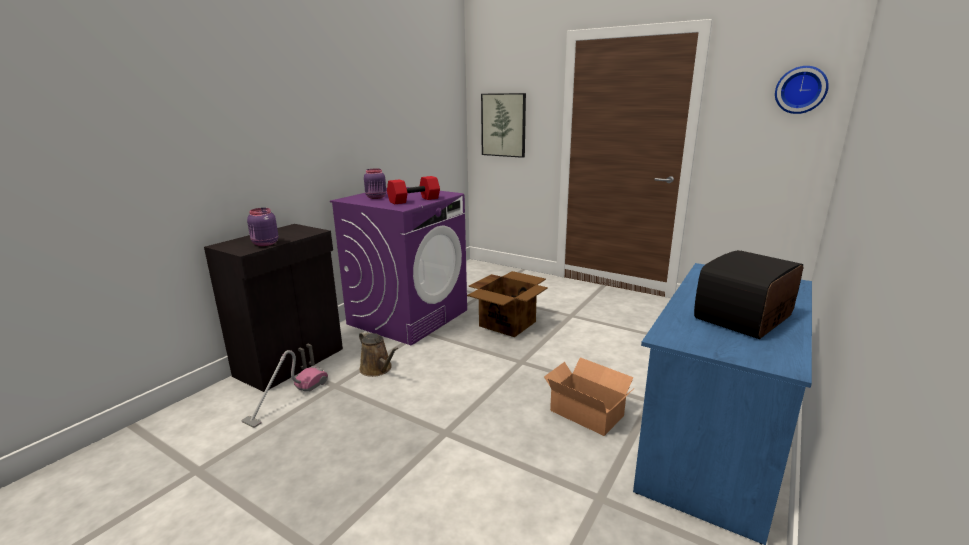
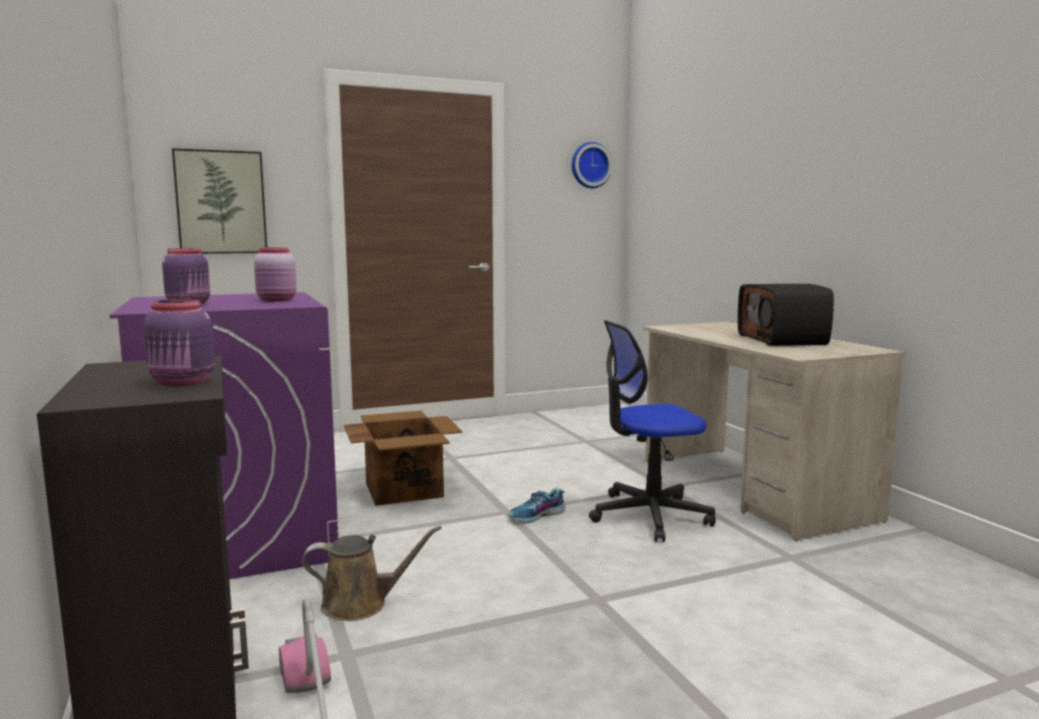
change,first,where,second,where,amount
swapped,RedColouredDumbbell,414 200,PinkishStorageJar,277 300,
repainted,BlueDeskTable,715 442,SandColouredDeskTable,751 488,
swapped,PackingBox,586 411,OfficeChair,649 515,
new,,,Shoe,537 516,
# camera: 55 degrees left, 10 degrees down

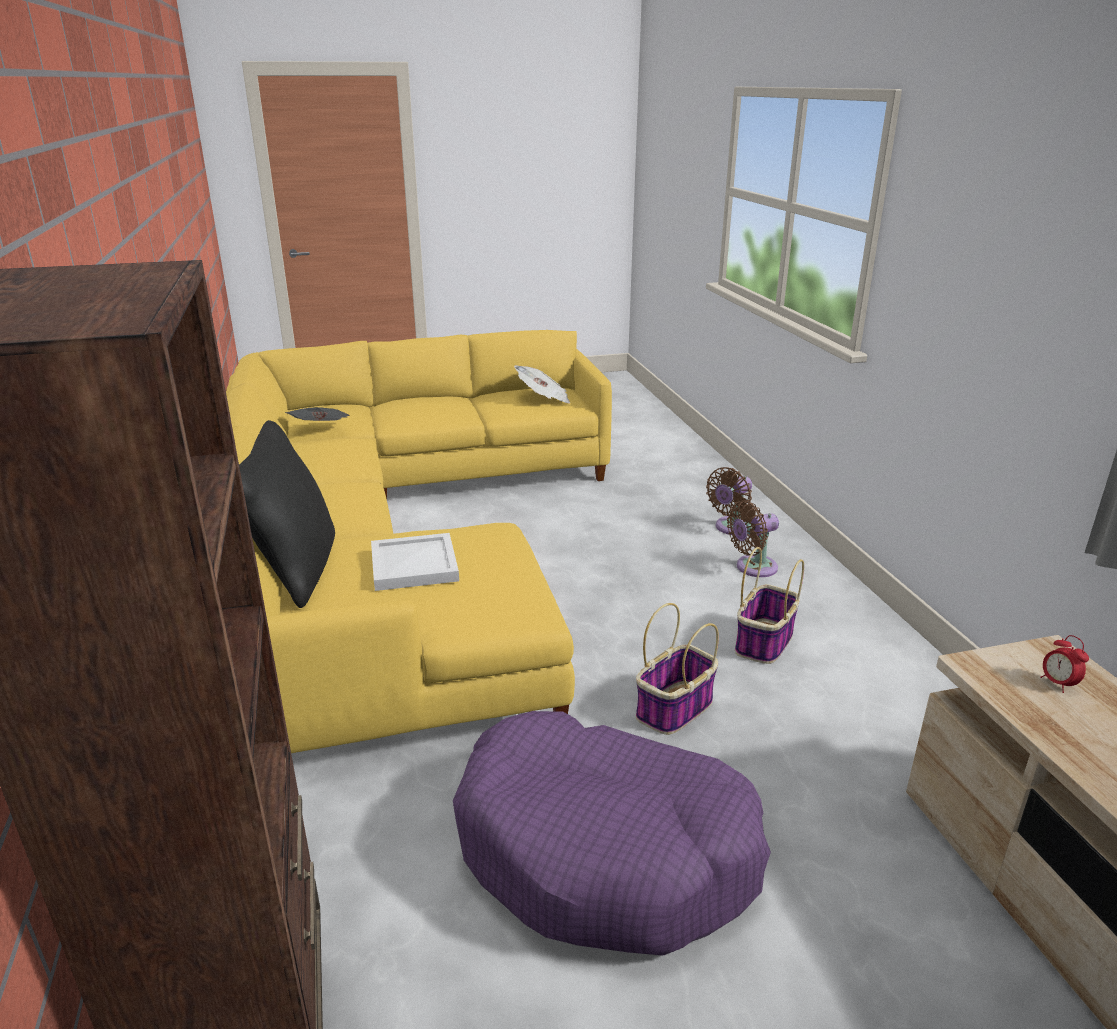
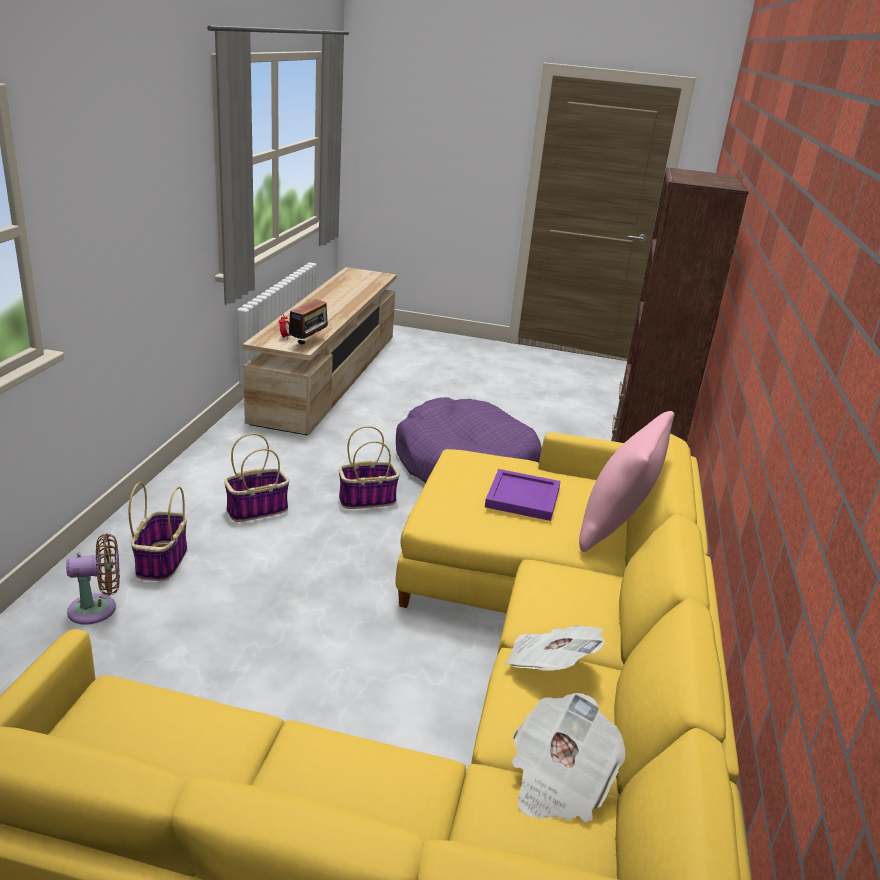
change,first,where,second,where,amount
shifted,Newspaper,543 399,,548 665,
repainted,BlackishPillow,295 571,PinkishPillow,615 529,
swapped,BrownishElectricFan,752 568,HouseholdBasket,162 561,
repainted,WhiteCarryingTray,413 566,PurplishCarryingTray,524 497,
new,,,RadioSet,309 343,
# camera: 155 degrees left, 0 degrees up

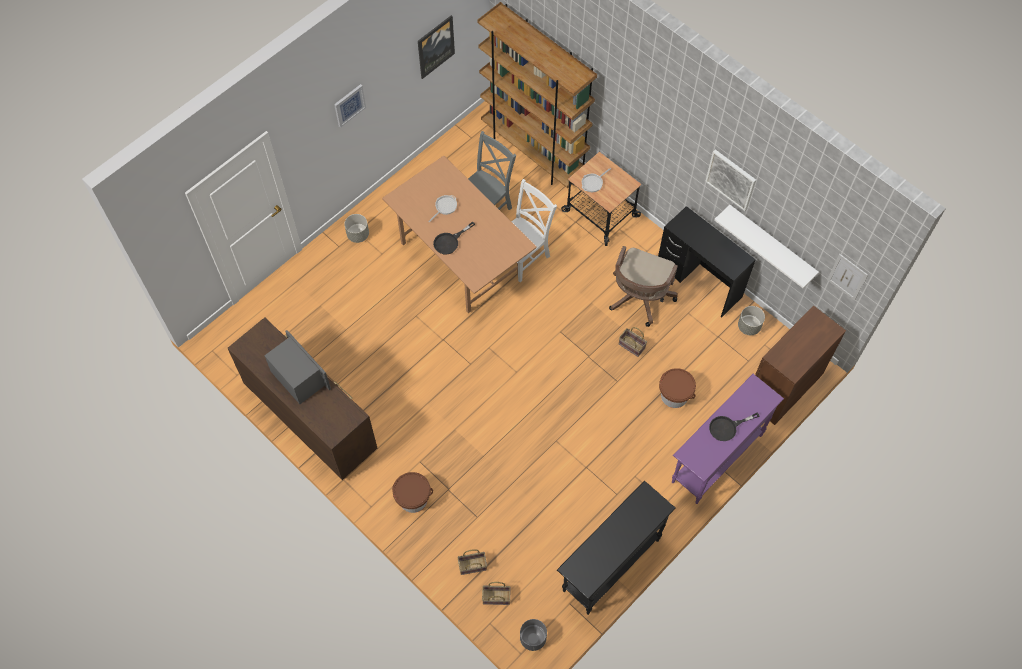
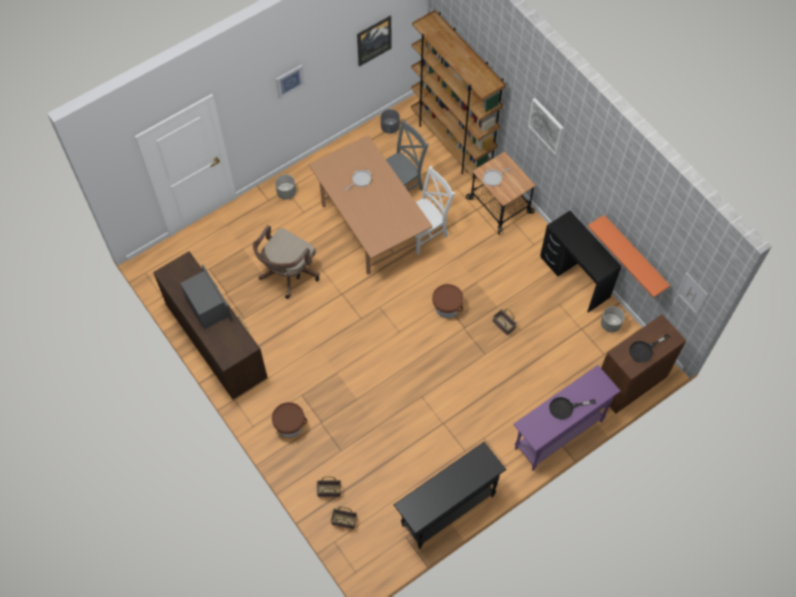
change,first,where,second,where,amount
shifted,WallPicture,731 179,,546 125,
repainted,WhiteWallShelf,771 243,OrangeColouredWallShelf,634 254,
shifted,BlackishPan,450 241,,644 350,
shifted,BrownishOfficeChair,639 299,,287 274,
shifted,BrownishWaterBucket,674 395,,447 308,
shifted,GrayPlanter,532 638,,390 127,
# camera: 10 degrees right, 0 degrees up

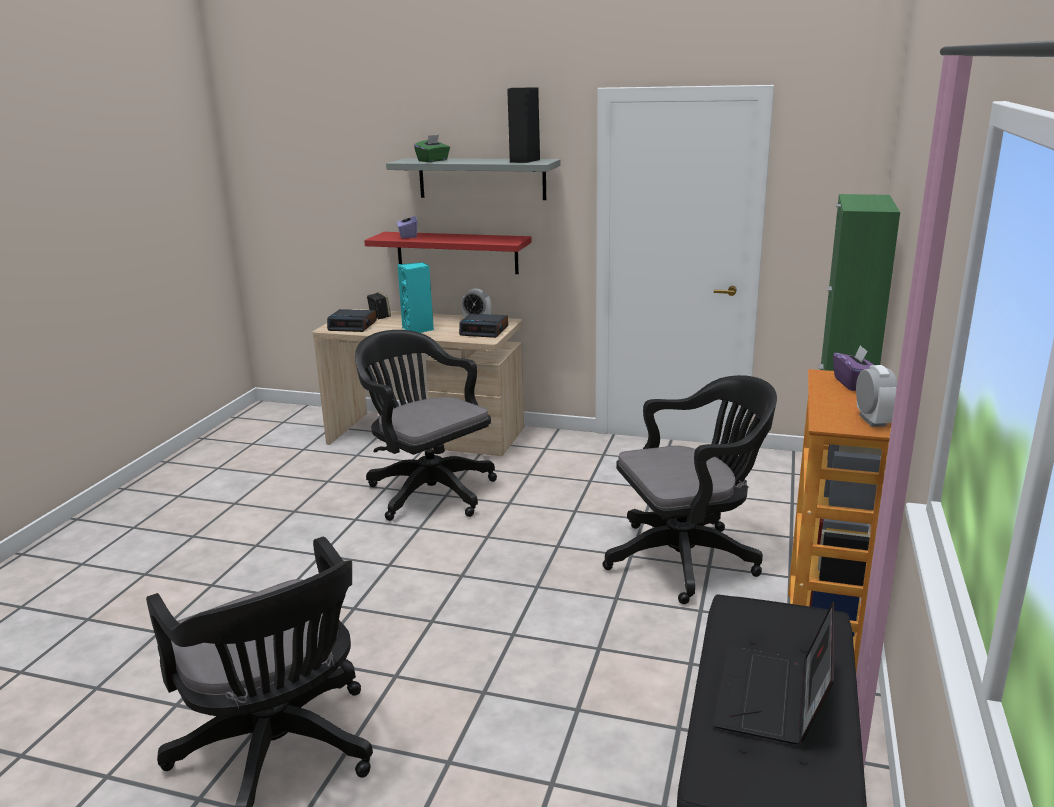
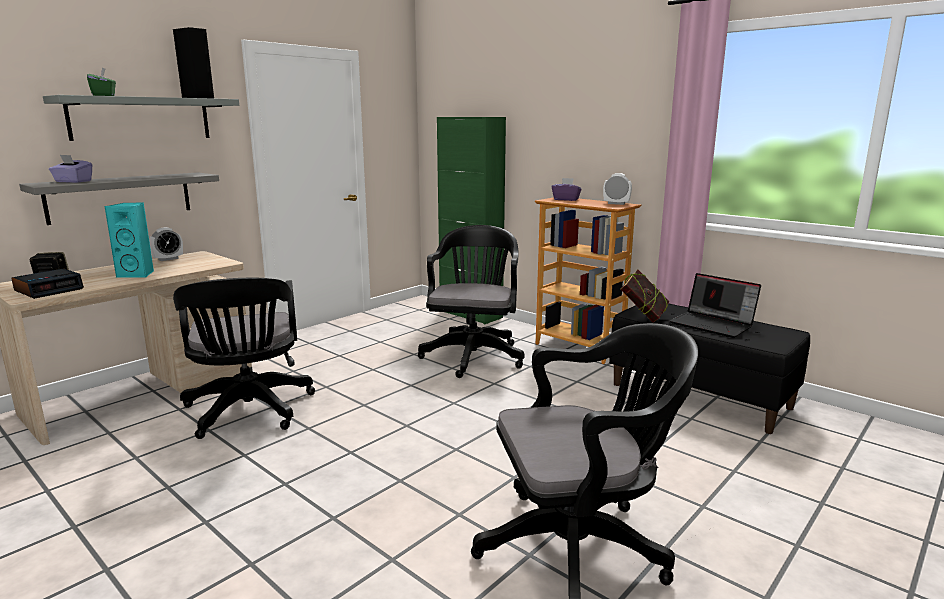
change,first,where,second,where,amount
repainted,RedColouredWallShelf,457 252,GrayWallShelf,120 197,
gone,BedsideClock,484 331,,,
rotated,BlackishOfficeChair,427 490,,249 412,90 degrees counterclockwise
new,,,Volume,643 317,
# camera: 65 degrees left, 5 degrees down

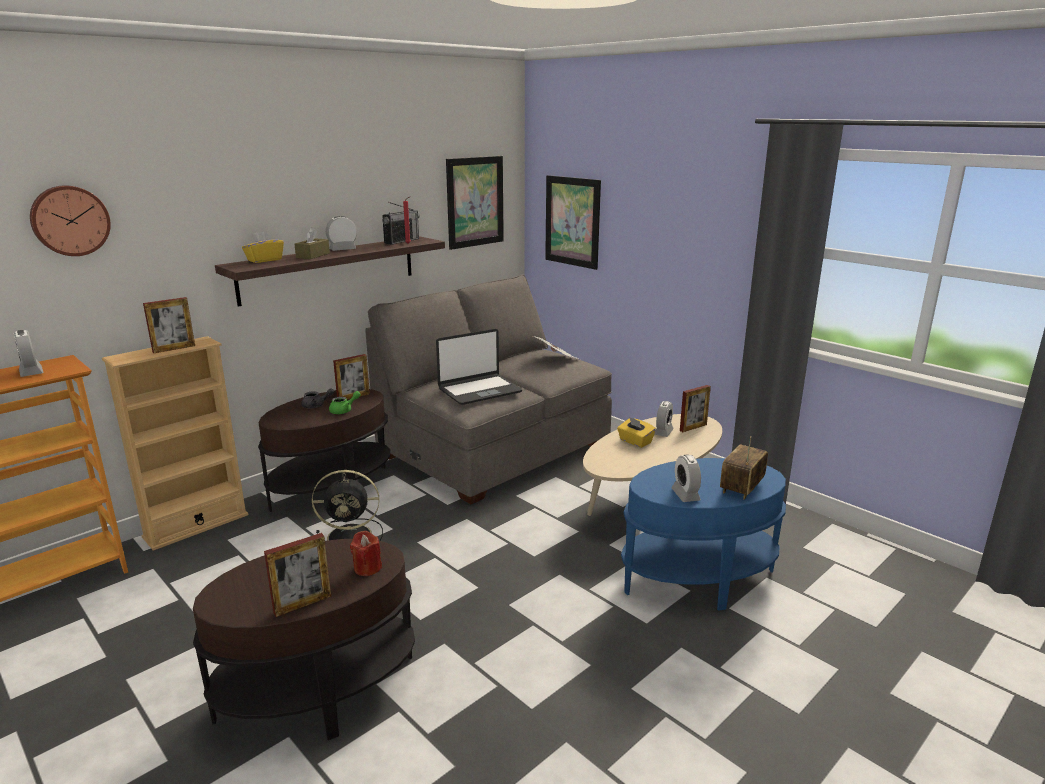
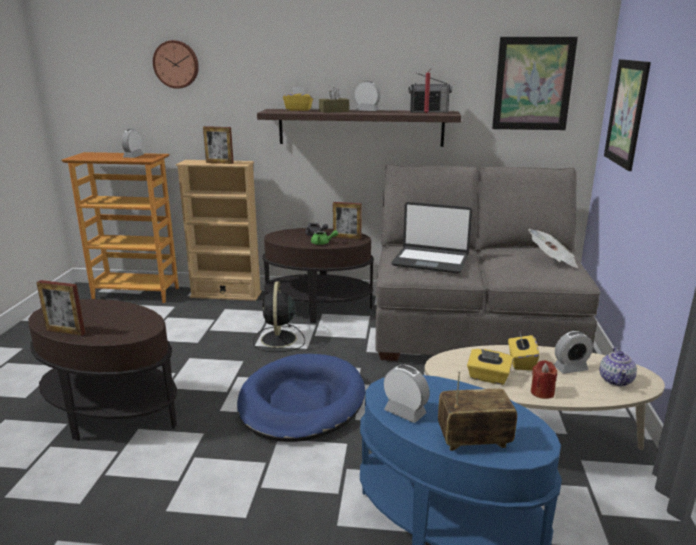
change,first,where,second,where,amount
swapped,PhotoFrame,693 427,Teapot,616 380,
rotated,BedsideClock,685 495,,405 412,90 degrees clockwise
rotated,BlackishElectricFan,351 536,,278 340,45 degrees clockwise
shifted,RedColouredWaxCandle,367 568,,542 392,
new,,,YellowColouredBoxOfTissues,488 377,
new,,,BlueDogBed,301 402,
# camera: 50 degrees right, 0 degrees up

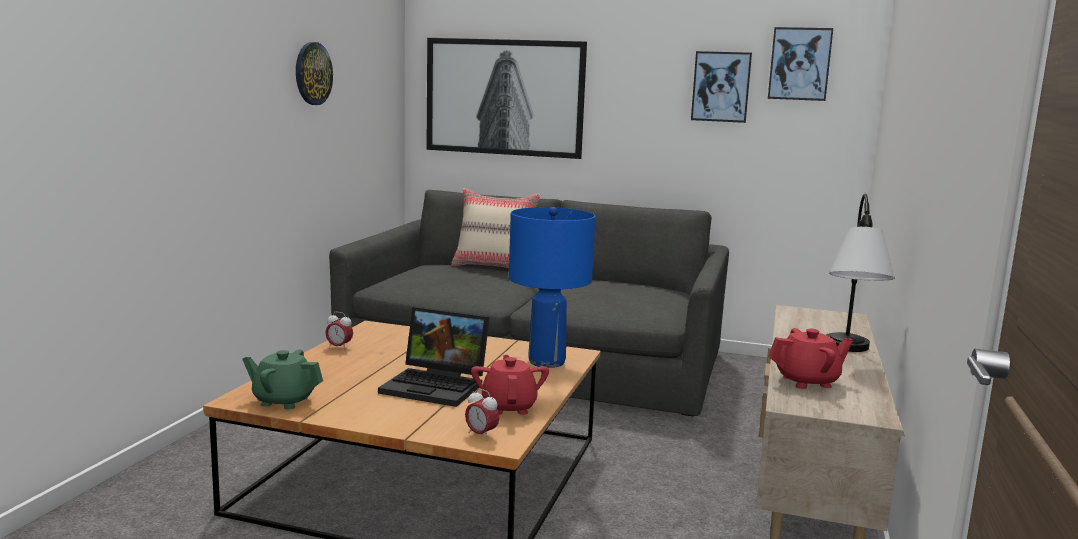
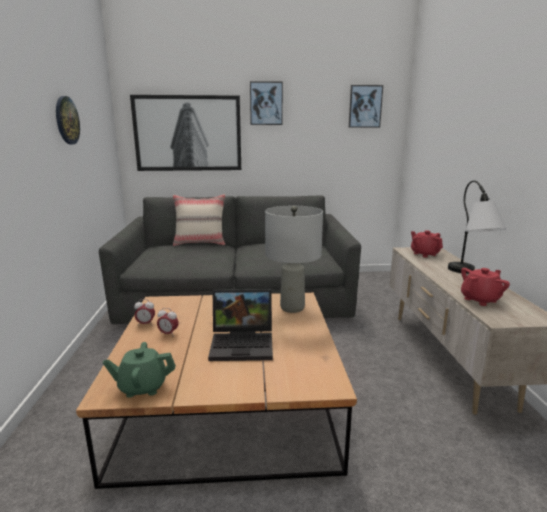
change,first,where,second,where,amount
shifted,WallPicture,721 87,,266 103,
repainted,BlueTabletopLamp,546 361,GrayTabletopLamp,292 307,
shifted,RedColouredTeapot,509 407,,424 254,
shifted,BedsideClock,481 435,,168 334,
# camera: 20 degrees left, 5 degrees up

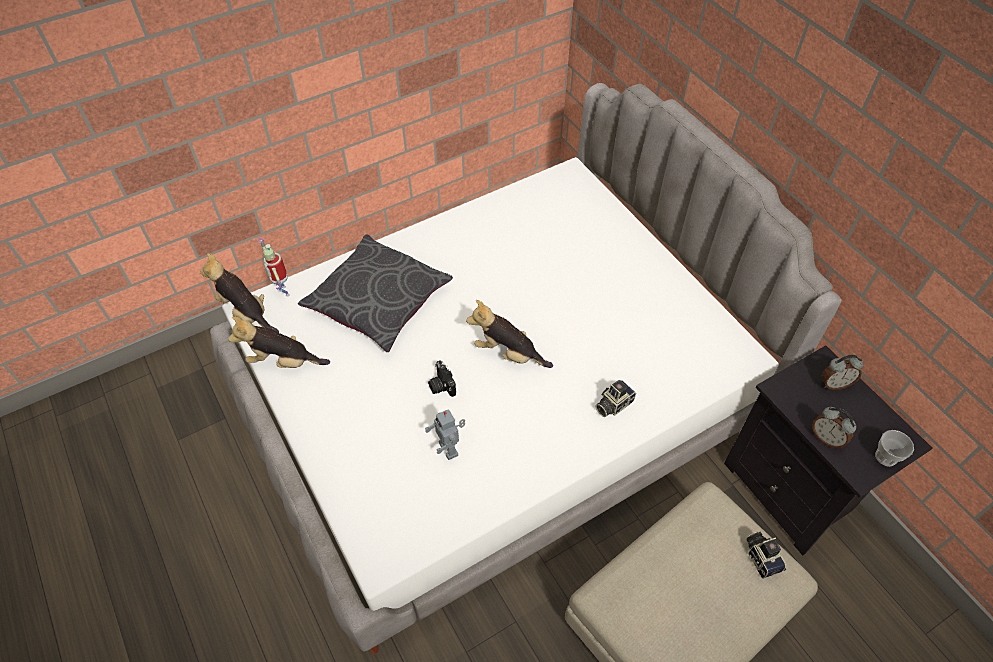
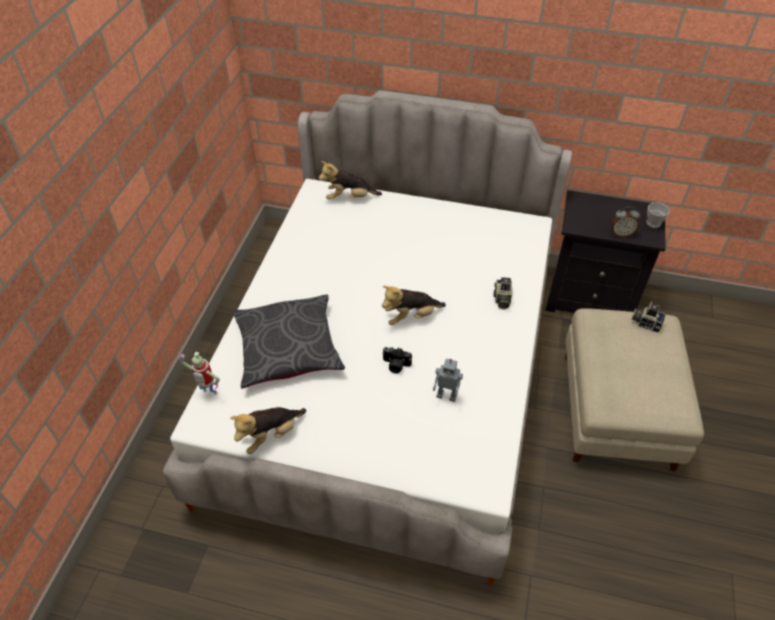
change,first,where,second,where,amount
shifted,CuddlyToy,246 312,,349 198,
gone,BedsideClock,834 383,,,
# camera: 45 degrees left, 5 degrees down

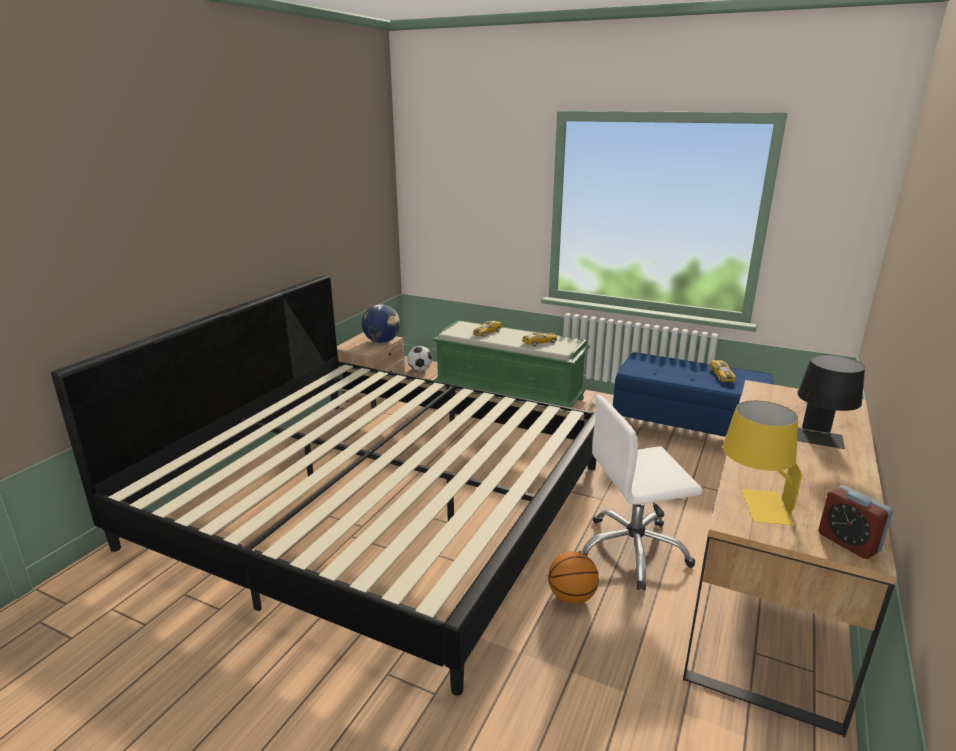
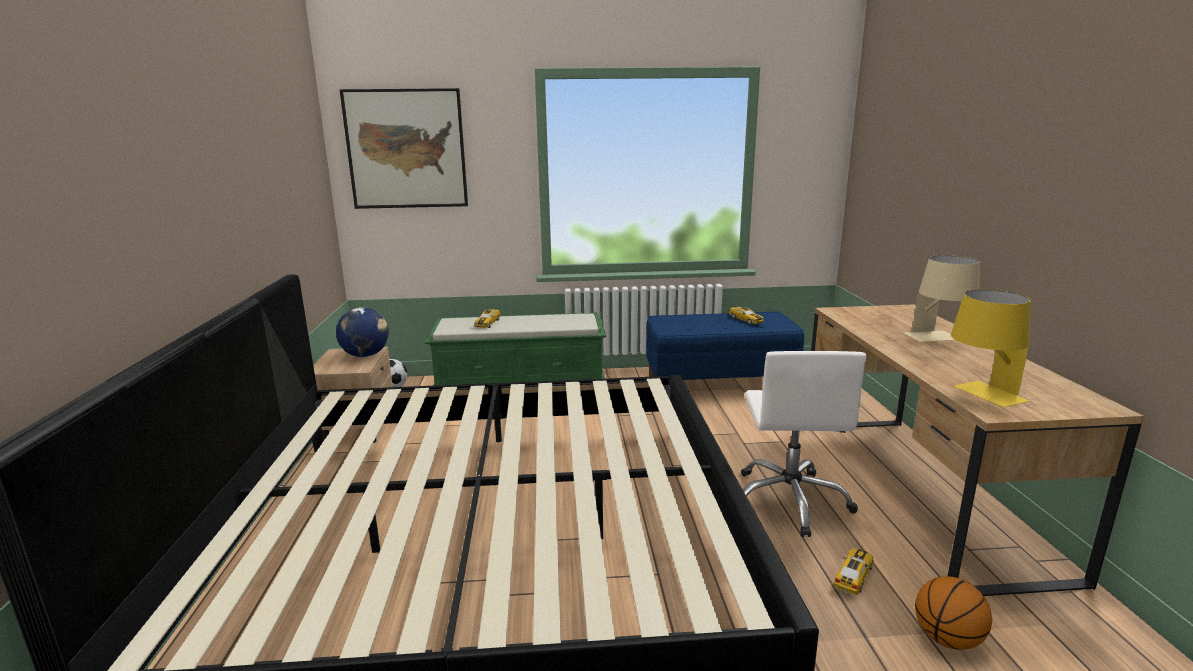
change,first,where,second,where,amount
shifted,MiniatureCar,540 342,,853 576,
repainted,BlackishTabletopLamp,817 442,SandColouredTabletopLamp,938 339,
rotated,WhiteOfficeChair,633 551,,790 500,45 degrees counterclockwise
gone,BedsideClock,848 542,,,
shifted,BallForBasketball,572 597,,947 639,
new,,,WallPicture,406 149,
# camera: 30 degrees left, 5 degrees down

